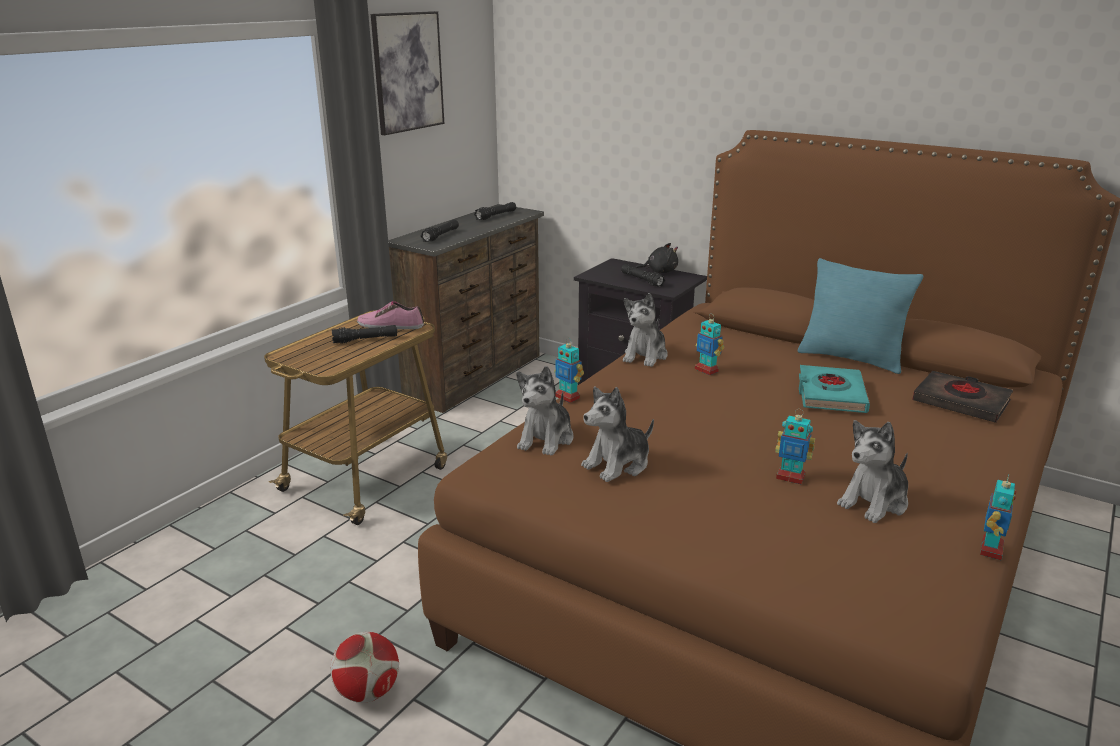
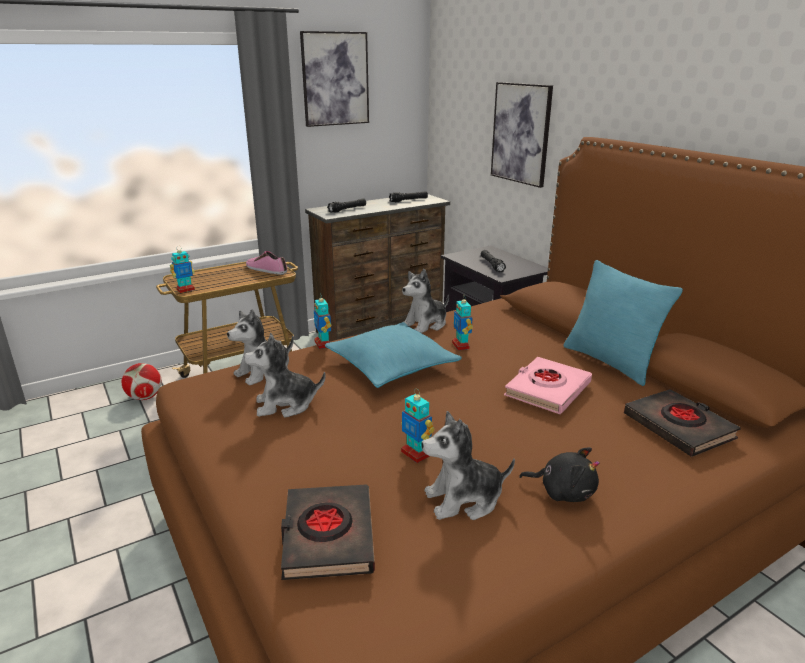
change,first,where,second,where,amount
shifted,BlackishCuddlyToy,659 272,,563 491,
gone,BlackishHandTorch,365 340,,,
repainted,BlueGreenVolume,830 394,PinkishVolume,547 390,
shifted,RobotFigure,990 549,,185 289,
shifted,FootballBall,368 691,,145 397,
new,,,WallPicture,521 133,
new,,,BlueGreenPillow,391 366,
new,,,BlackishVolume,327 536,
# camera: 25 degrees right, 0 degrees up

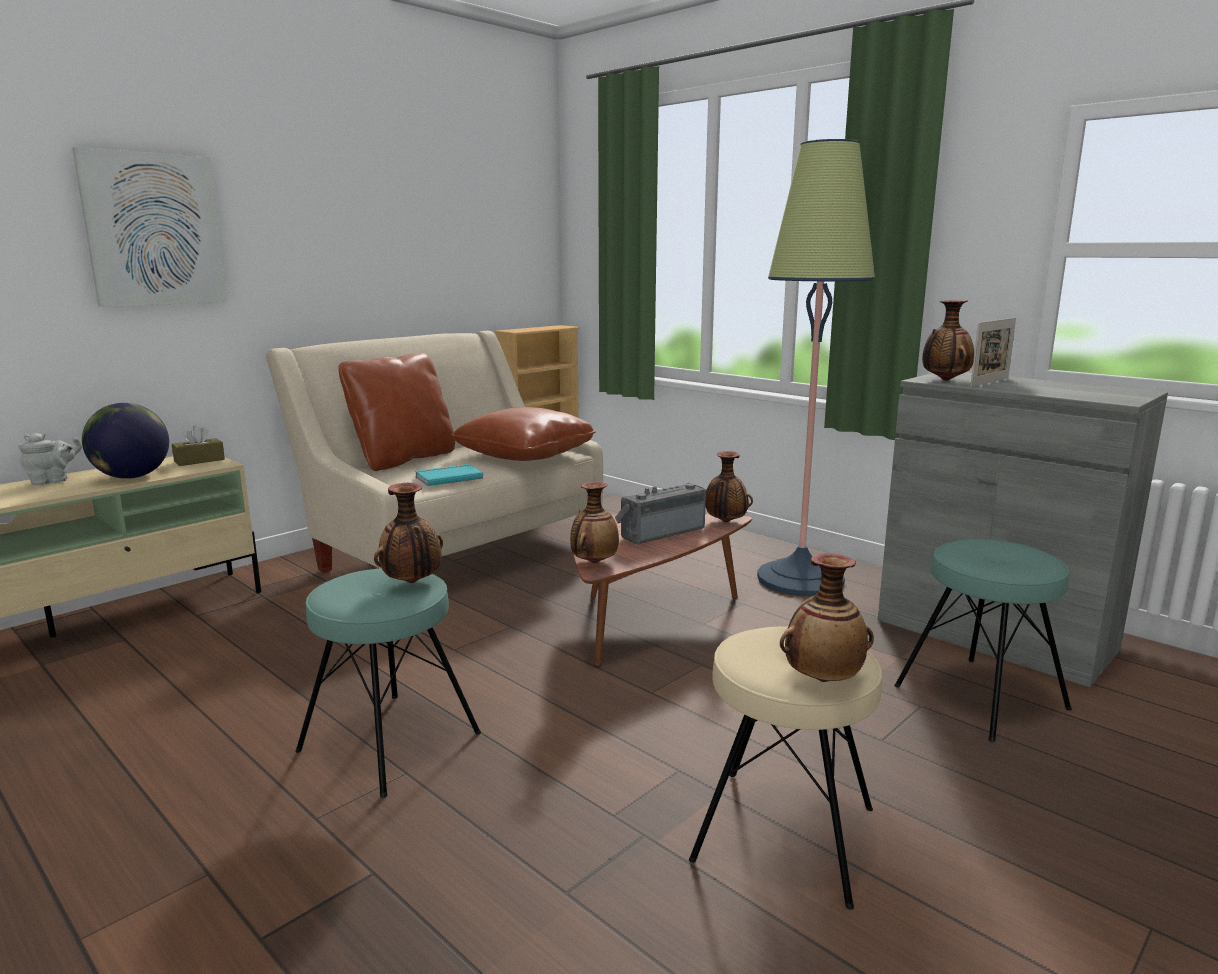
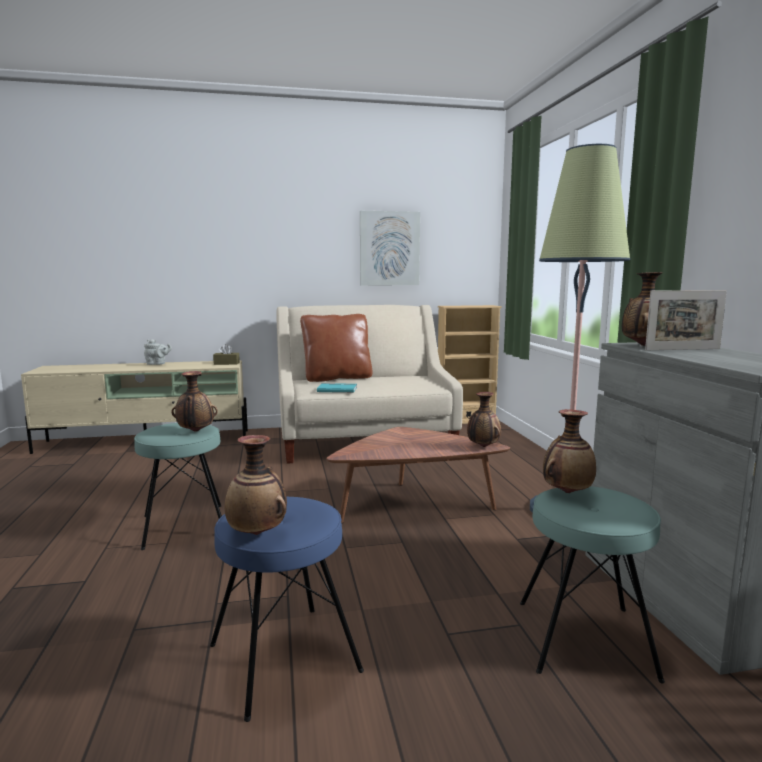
change,first,where,second,where,amount
shifted,WallPicture,153 230,,389 248,
gone,Globe,132 477,,,
gone,BrownishPillow,525 455,,,
shifted,FlowerVase,594 562,,567 492,
gone,RadioSet,660 532,,,
repainted,SandColouredStoolSeat,784 834,BlueStoolSeat,284 658,
# camera: 35 degrees right, 5 degrees down

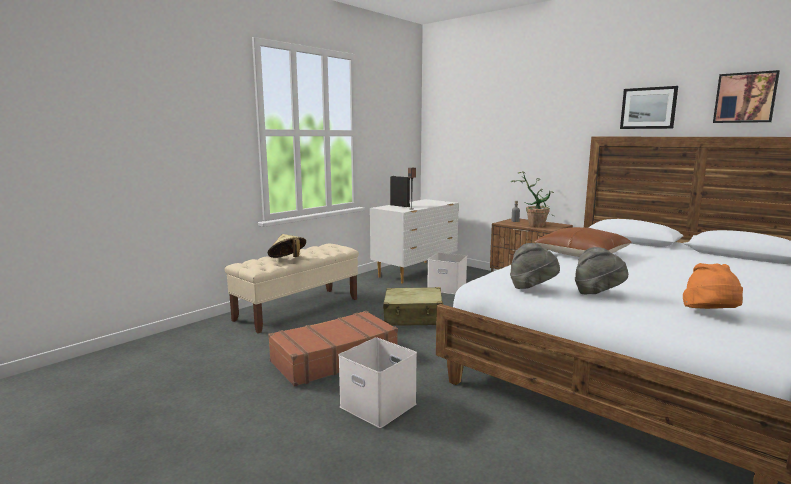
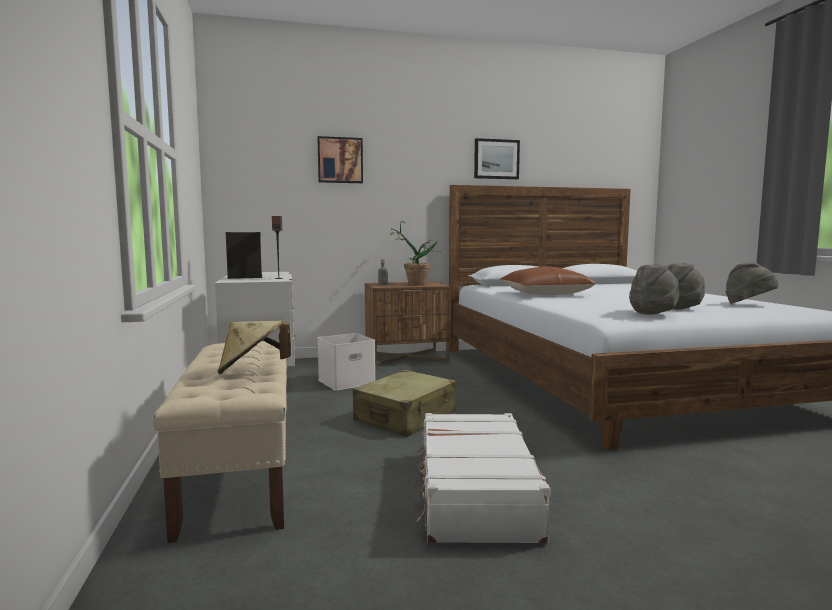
change,first,where,second,where,amount
shifted,WallPicture,745 98,,340 160,
repainted,OrangeColouredClothingHat,710 315,GrayClothingHat,749 304,
repainted,BrownishPieceOfLuggage,334 358,WhitePieceOfLuggage,474 492,
gone,WhiteStorageBox,380 405,,,
# camera: 55 degrees left, 5 degrees down

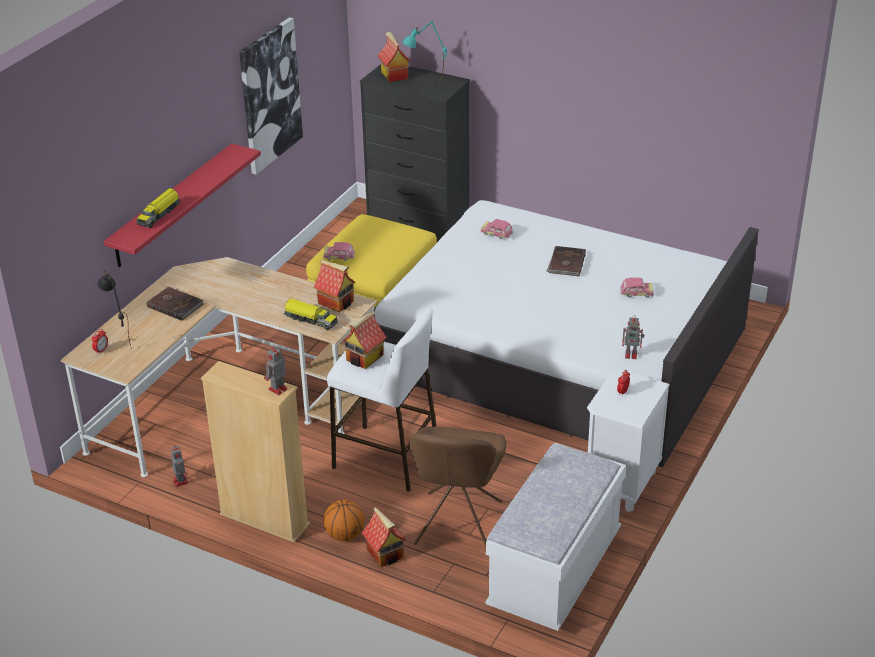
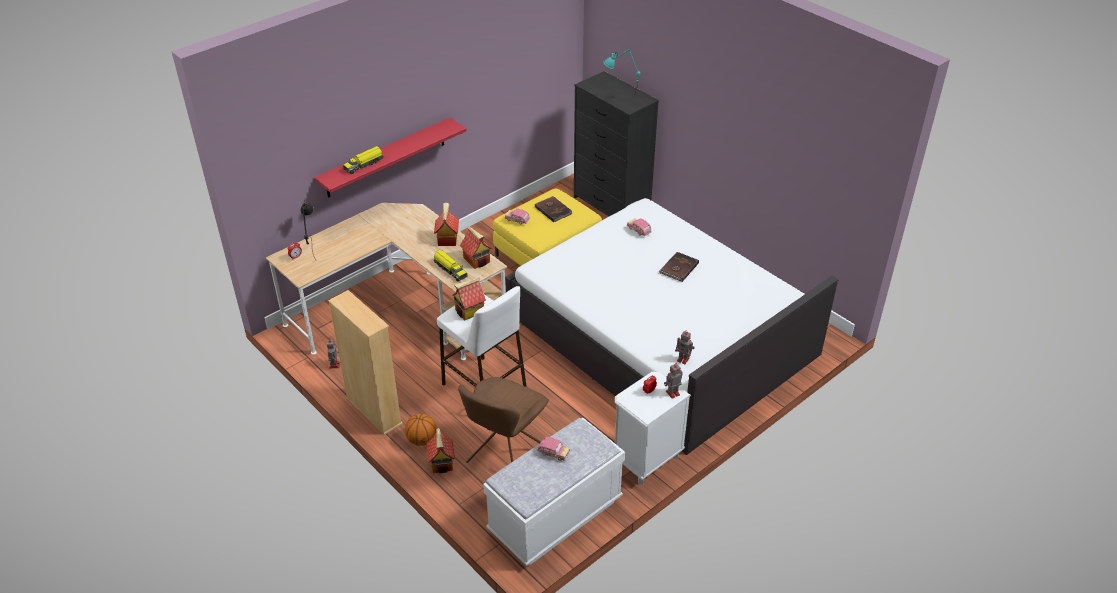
change,first,where,second,where,amount
gone,WallPicture,269 95,,,
shifted,MiniatureHouse,394 75,,447 239,
shifted,MiniatureCar,636 293,,553 453,
shifted,BrownishVolume,175 305,,553 210,
shifted,RobotFigure,277 389,,672 393,
# camera: 20 degrees right, 5 degrees up

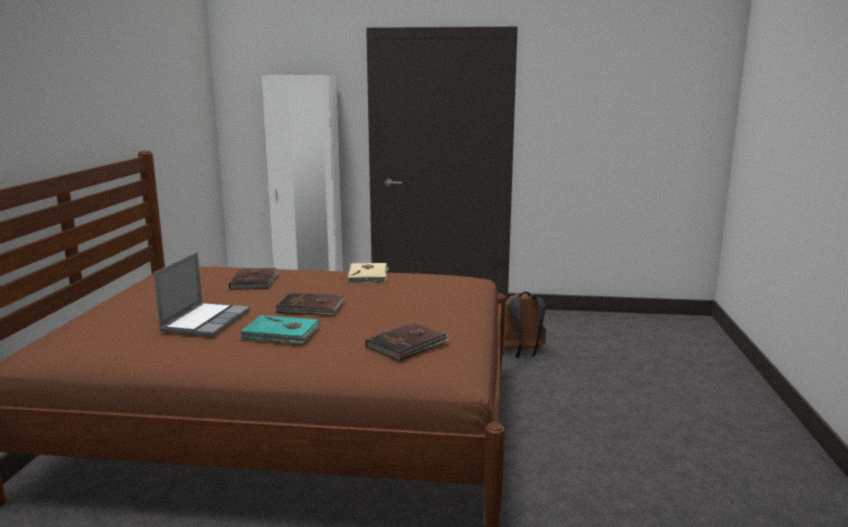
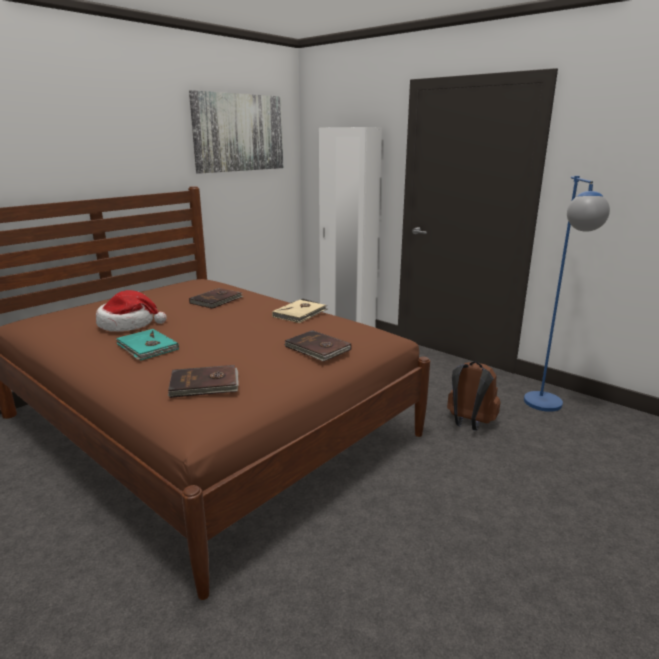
change,first,where,second,where,amount
swapped,NotebookComputer,205 321,ClothingHat,128 324,
shifted,BrownishVolume,311 308,,317 349,
new,,,WallPicture,239 133,
new,,,BlueStandardLamp,546 409,
# camera: 35 degrees right, 5 degrees up

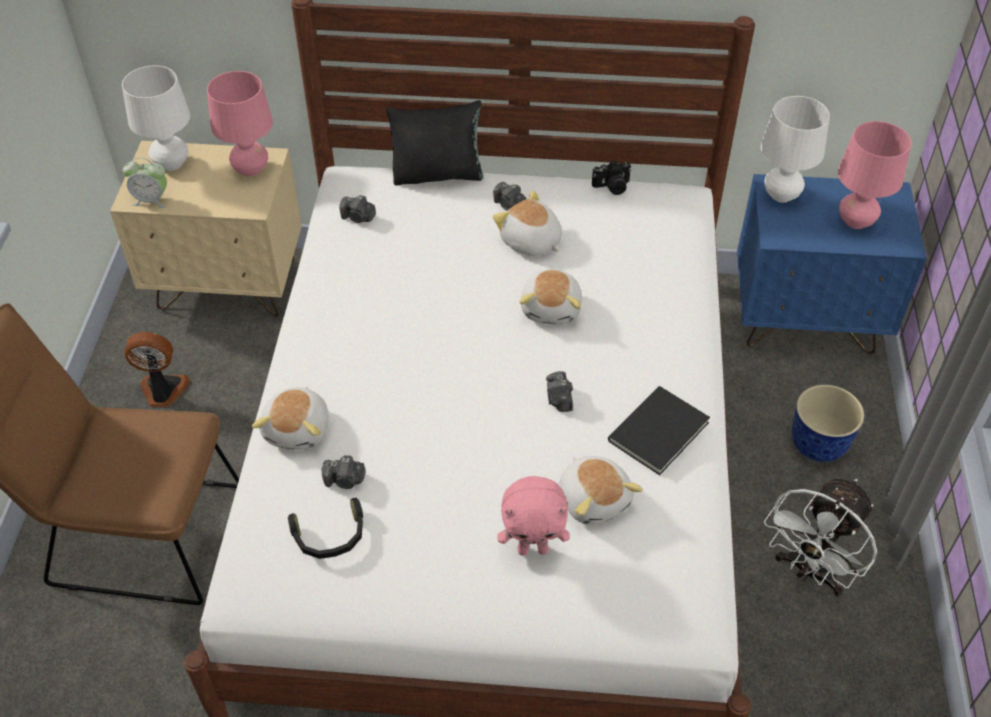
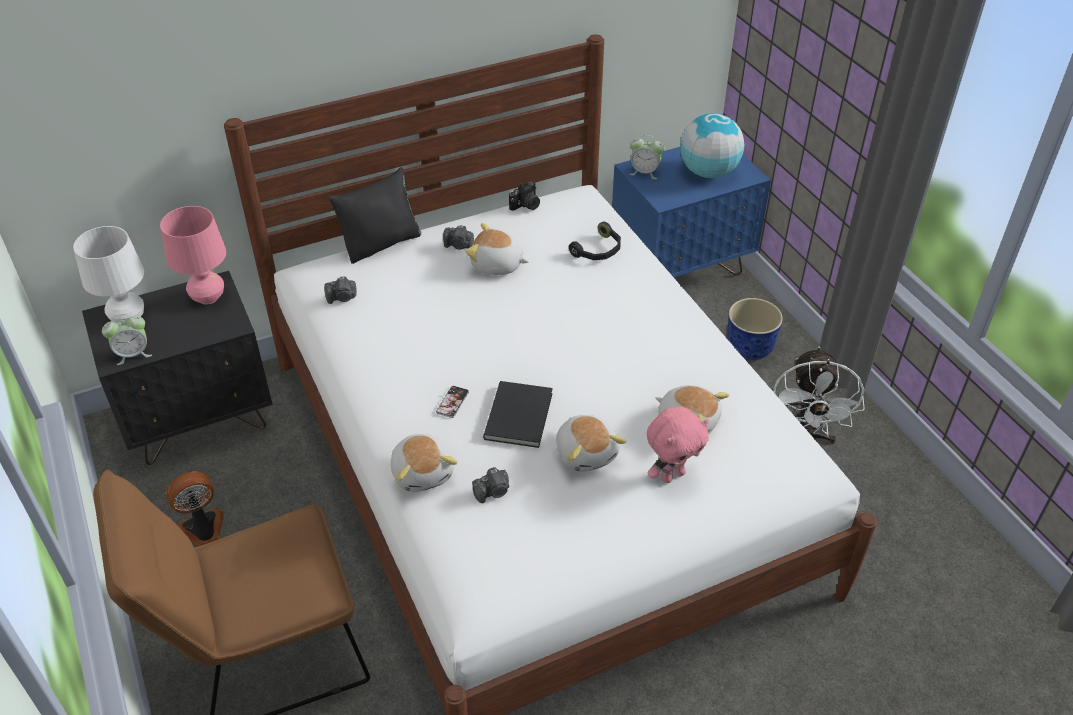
change,first,where,second,where,amount
swapped,WhiteTabletopLamp,781 195,BedsideClock,644 172,
swapped,PinkishTabletopLamp,856 222,Globe,708 172,
repainted,SandColouredNightTable,228 285,BlackishNightTable,200 420,
shifted,CuddlyToy,552 308,,586 453,
gone,StillCamera,559 399,,,
shifted,BlackishVolume,661 432,,521 415,
shifted,BlackishPairOfHeadphones,330 537,,598 250,
new,,,Phone,452 402,
# camera: 30 degrees left, 5 degrees down

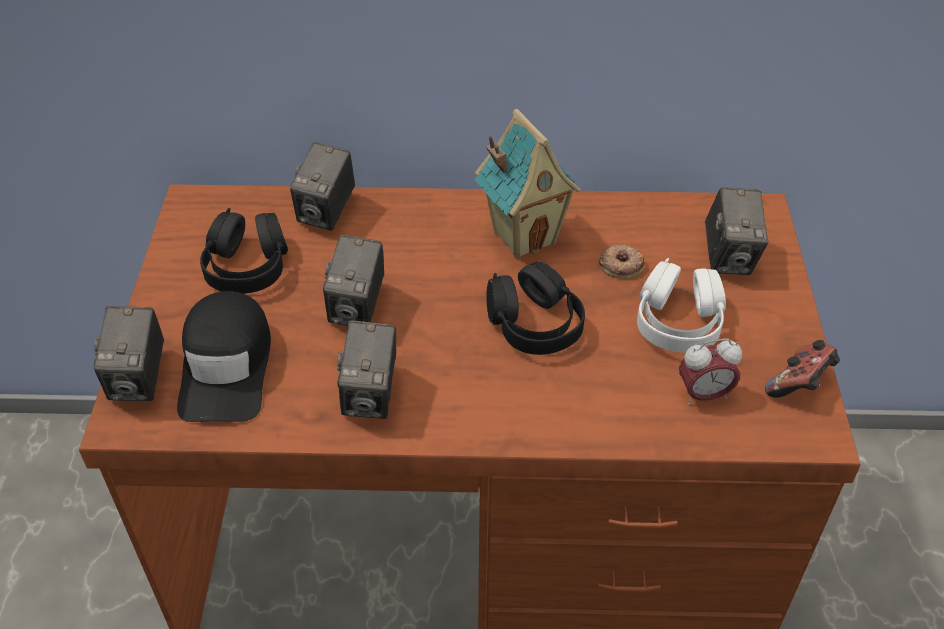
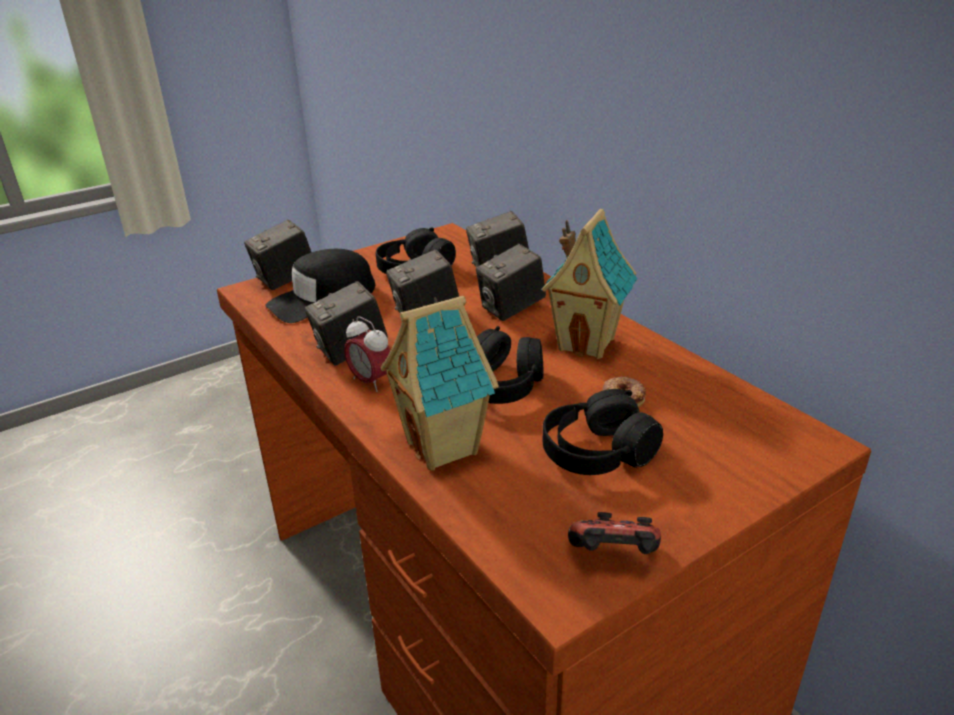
change,first,where,second,where,amount
shifted,StillCamera,729 257,,511 309,
repainted,WhitePairOfHeadphones,678 322,BlackishPairOfHeadphones,597 452,
shifted,BedsideClock,703 394,,371 382,
new,,,MiniatureHouse,445 448,
# camera: 55 degrees right, 15 degrees down

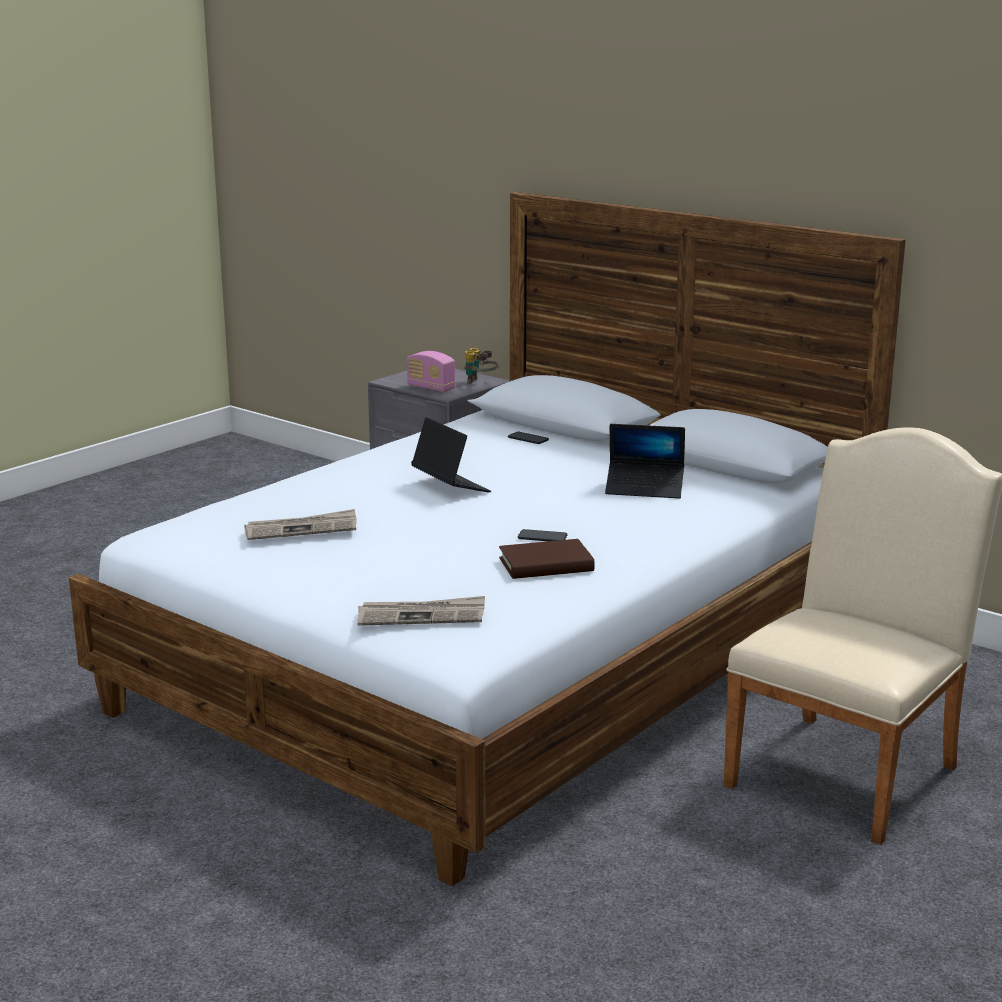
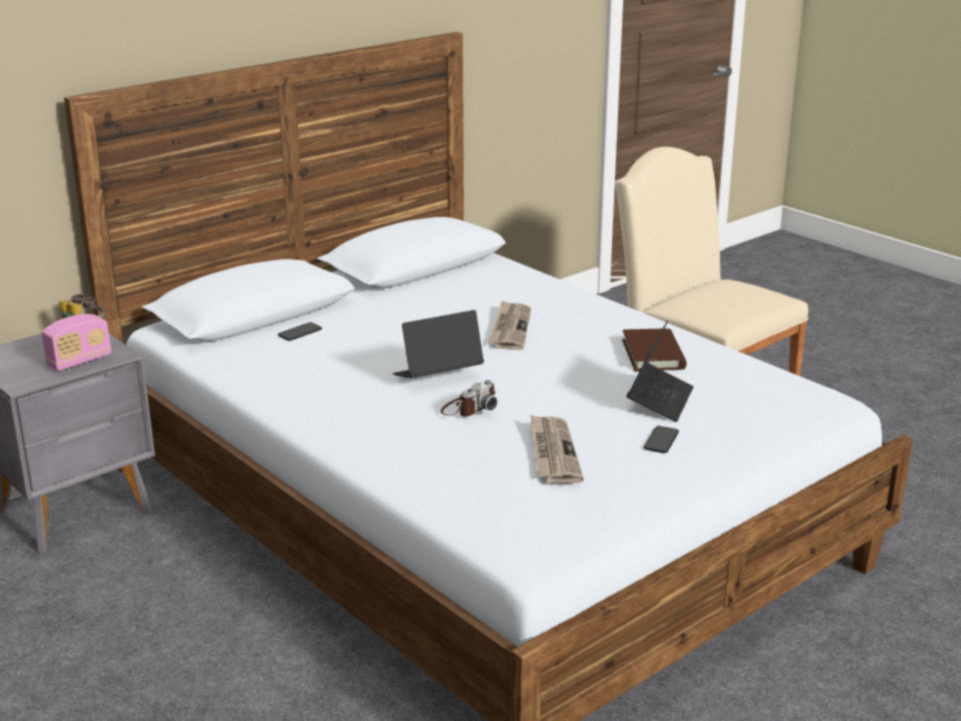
change,first,where,second,where,amount
shifted,NotebookComputer,644 488,,659 400,
shifted,Phone,542 537,,661 440,
shifted,Newspaper,422 615,,510 328,
new,,,StillCamera,468 408,
# camera: 80 degrees left, 5 degrees up

